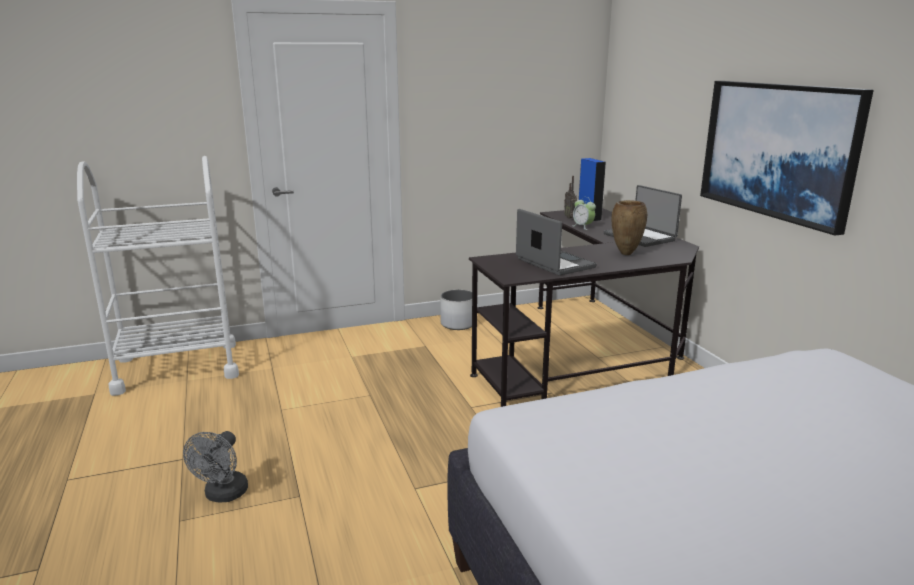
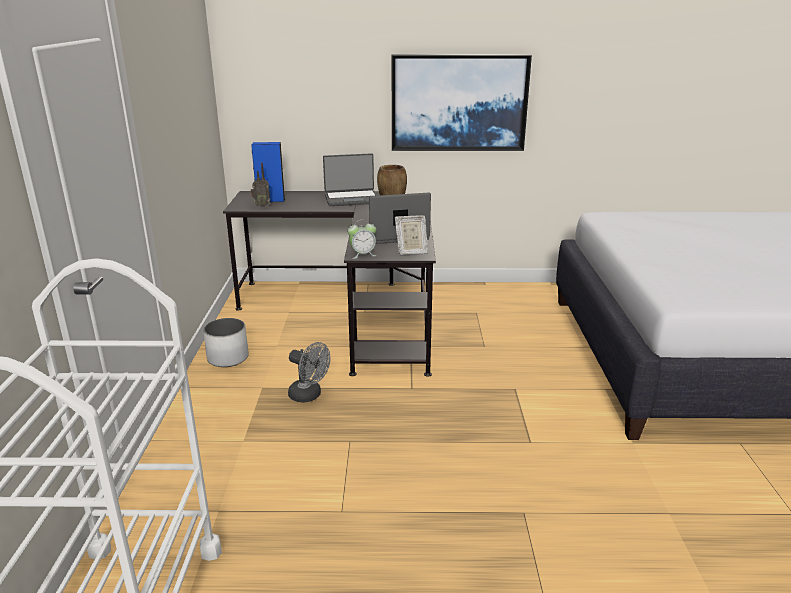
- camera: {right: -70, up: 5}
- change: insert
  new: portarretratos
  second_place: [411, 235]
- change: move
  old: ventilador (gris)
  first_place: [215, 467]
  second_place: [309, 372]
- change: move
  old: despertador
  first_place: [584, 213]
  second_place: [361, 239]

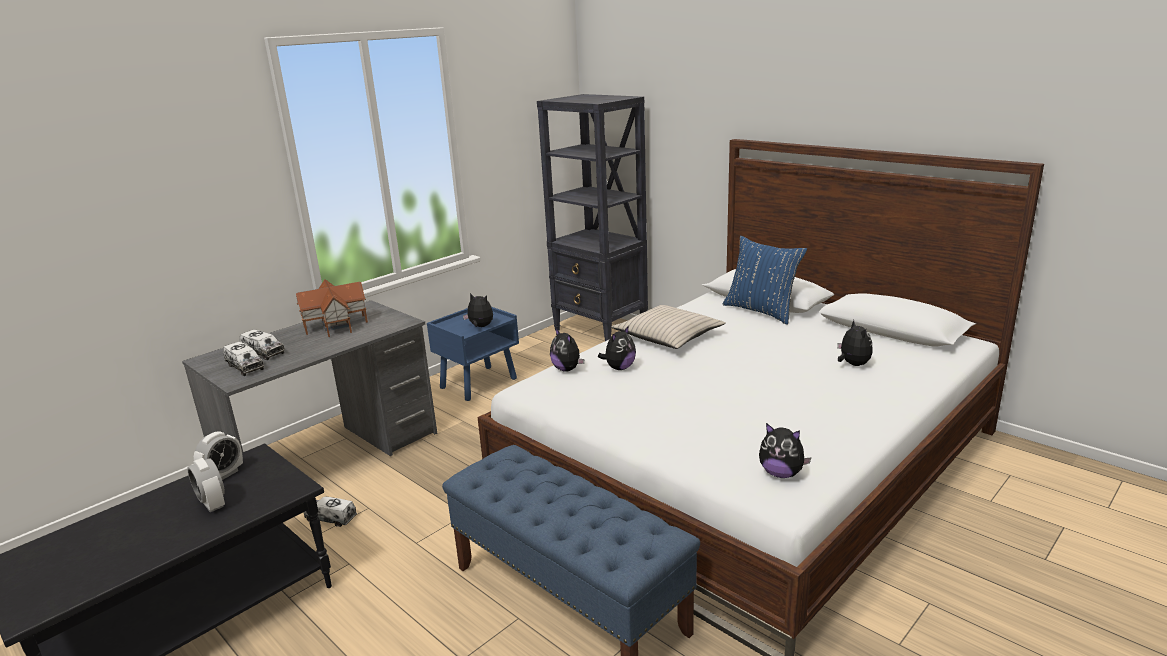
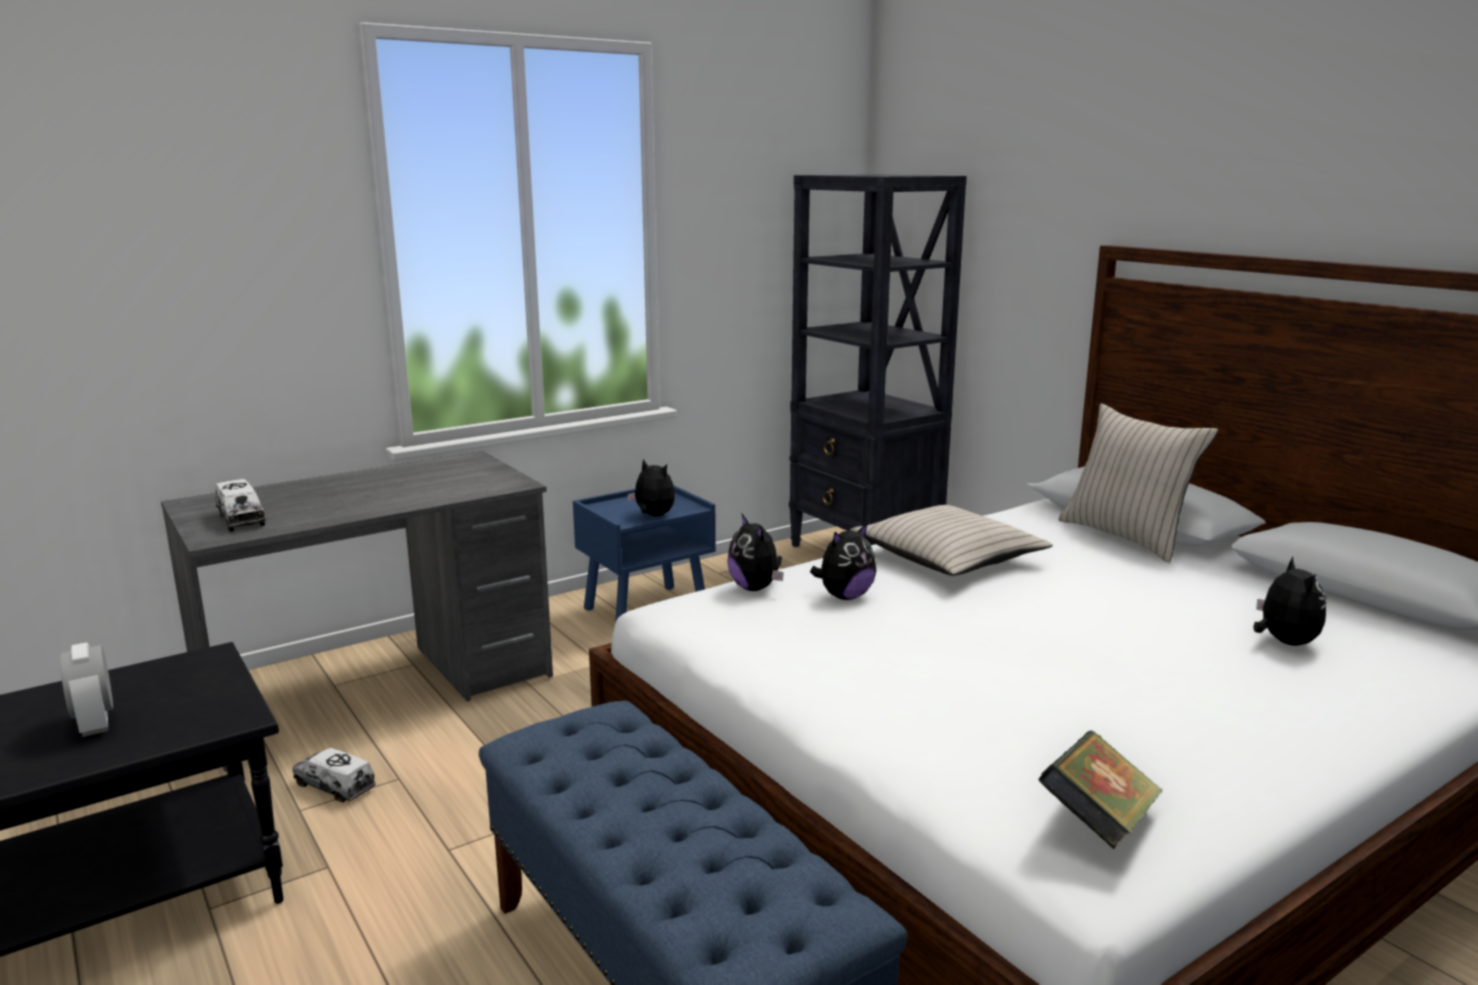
- camera: {right: 10, up: -5}
- change: delete
  old: despertador
  first_place: [218, 455]
- change: delete
  old: camión de juguete
  first_place: [262, 344]
- change: delete
  old: casita
  first_place: [332, 308]
- change: replace
  old: peluche
  new: libro
  first_place: [785, 450]
  second_place: [1100, 789]
- change: recolor
  old: cojín (azul)
  new: cojín (beis)
  first_place: [765, 280]
  second_place: [1138, 483]

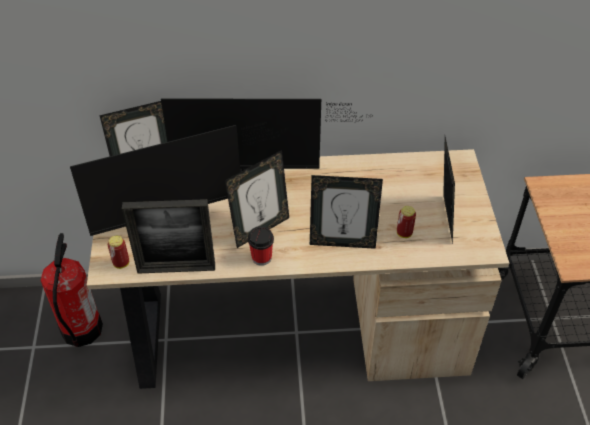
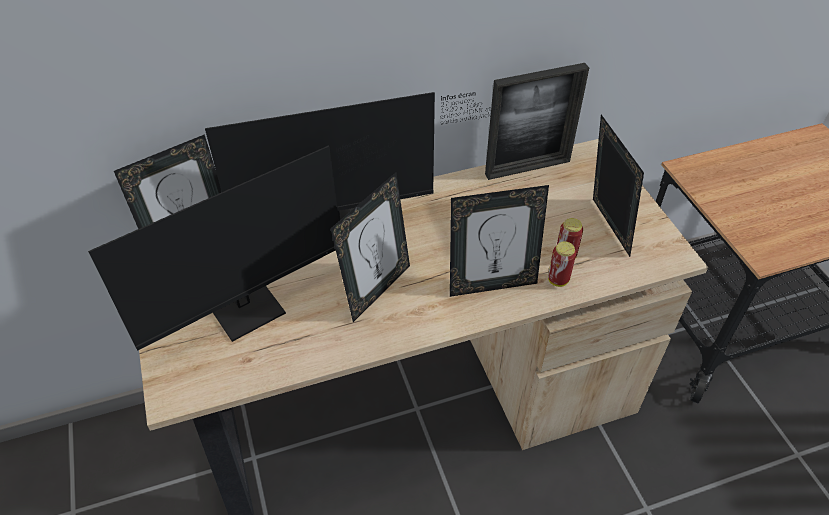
- camera: {right: -15, up: 0}
- change: delete
  old: extintor
  first_place: [71, 290]
- change: delete
  old: taza
  first_place: [261, 246]
- change: move
  old: lata
  first_place: [118, 252]
  second_place: [562, 264]
- change: move
  old: portarretratos
  first_place: [168, 236]
  second_place: [537, 121]

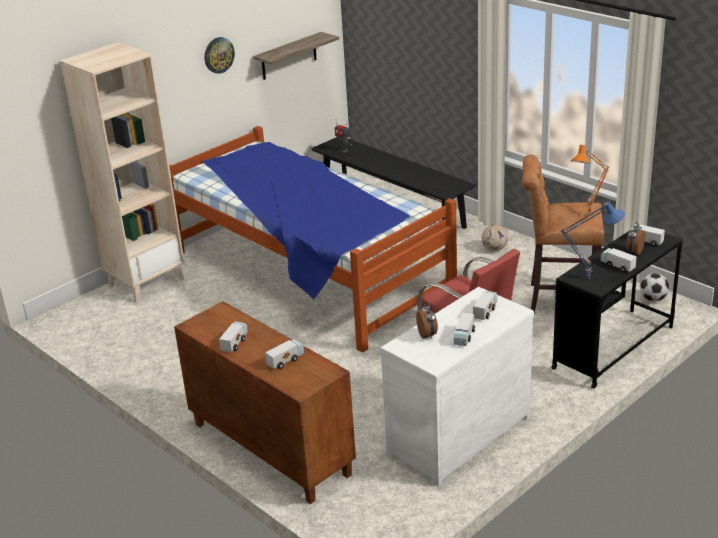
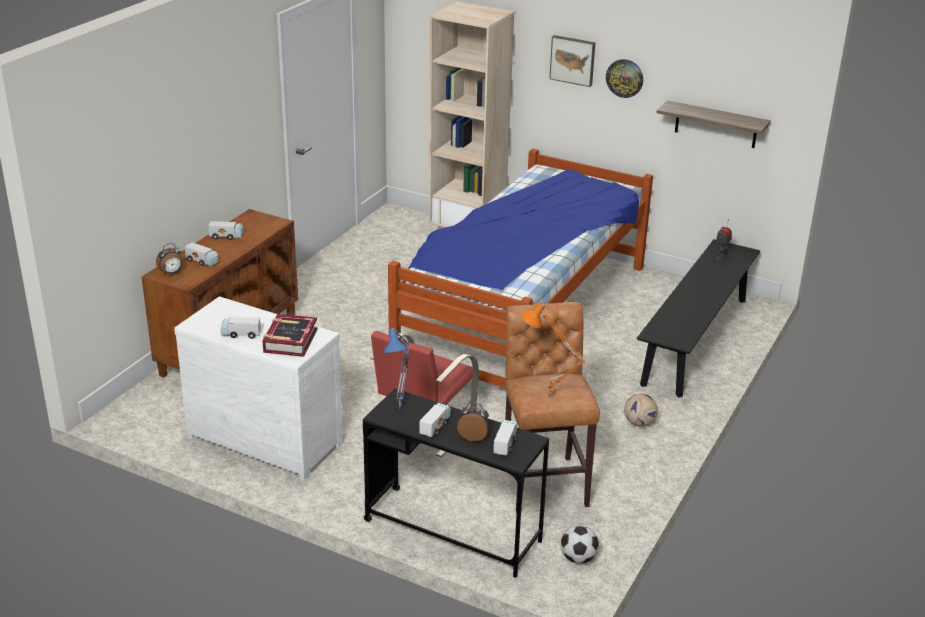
- camera: {right: 70, up: 0}
- change: insert
  new: cuadro
  second_place: [572, 61]
- change: move
  old: despertador
  first_place: [427, 320]
  second_place: [169, 259]
- change: replace
  old: camión de juguete
  new: libro
  first_place: [485, 305]
  second_place: [290, 335]

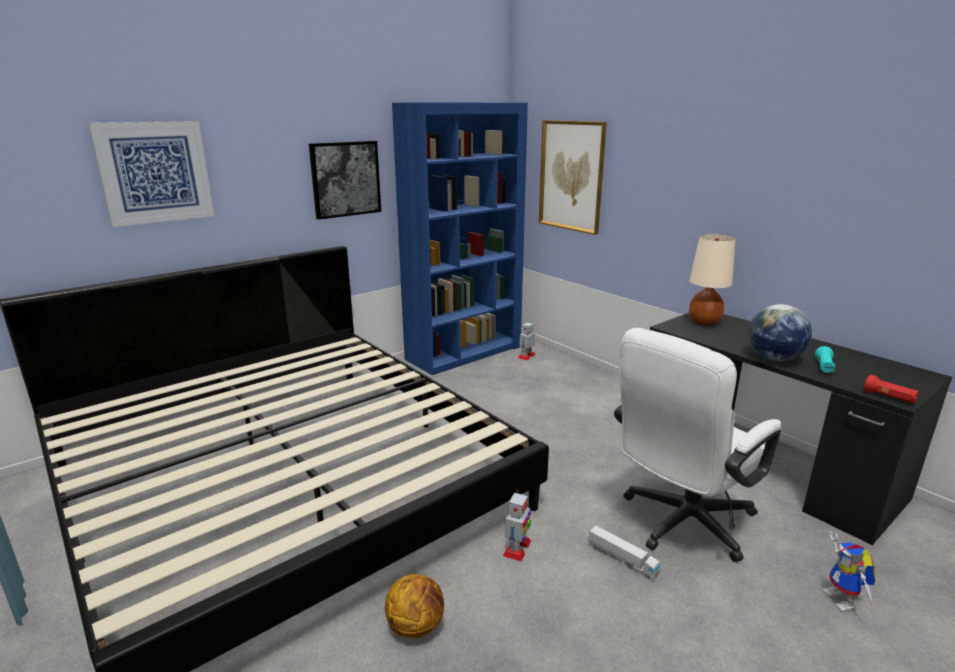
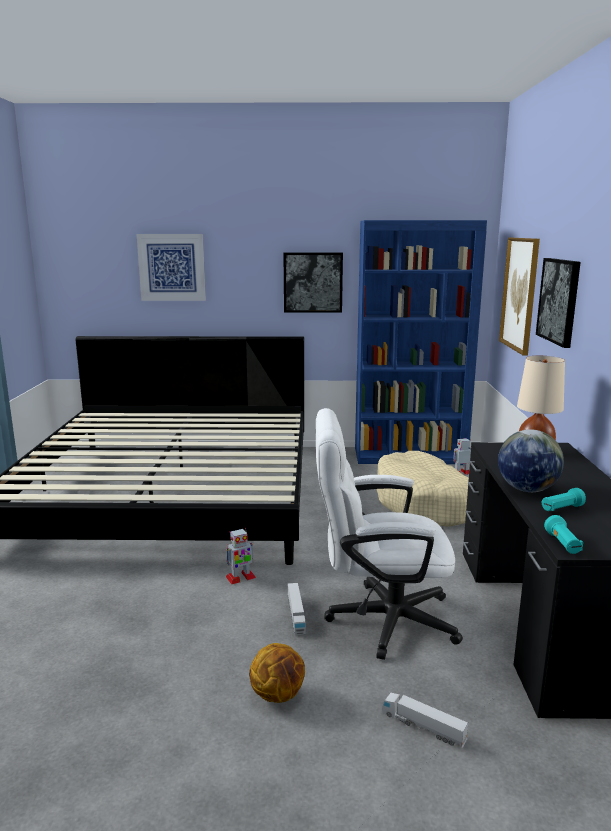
- camera: {right: 40, up: -5}
- change: insert
  new: cama para perro (beis)
  second_place: [423, 489]
- change: insert
  new: cuadro
  second_place: [558, 303]
- change: move
  old: balón de baloncesto
  first_place: [414, 606]
  second_place: [277, 673]
- change: replace
  old: robot de juguete
  new: camión de juguete
  first_place: [849, 571]
  second_place: [425, 720]
- change: recolor
  old: linterna (rojo)
  new: linterna (turquesa)
  first_place: [891, 389]
  second_place: [563, 534]

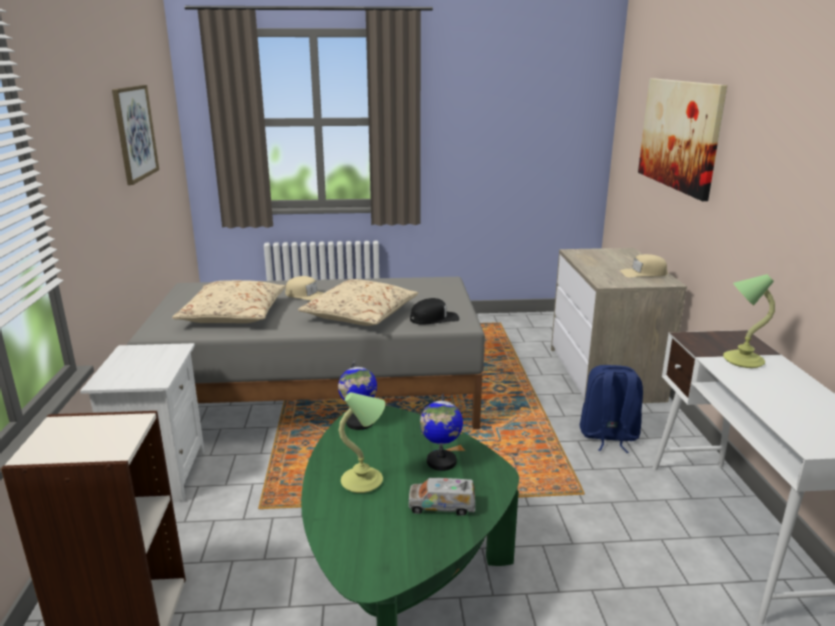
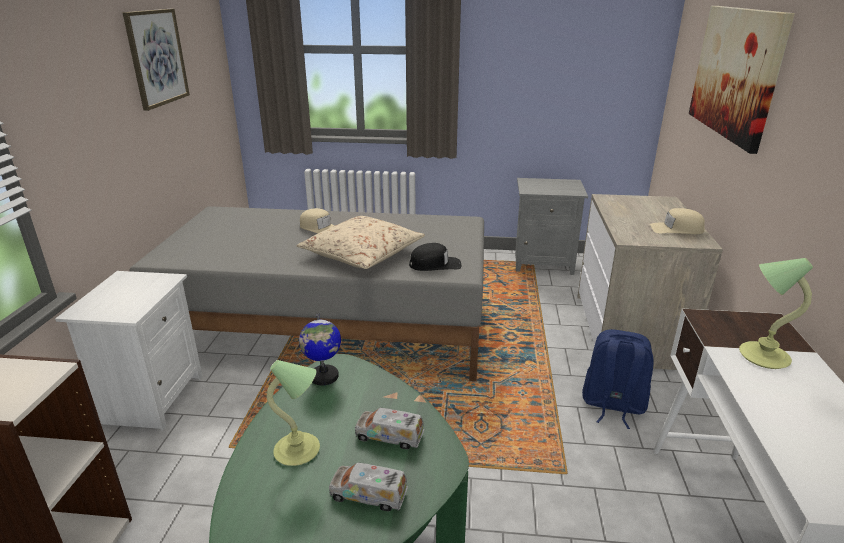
- camera: {right: 10, up: 5}
- change: delete
  old: cojín (beis)
  first_place: [229, 301]
- change: insert
  new: mesita de noche (gris)
  second_place: [551, 226]
- change: replace
  old: globo terráqueo
  new: camión de juguete
  first_place: [441, 432]
  second_place: [389, 428]

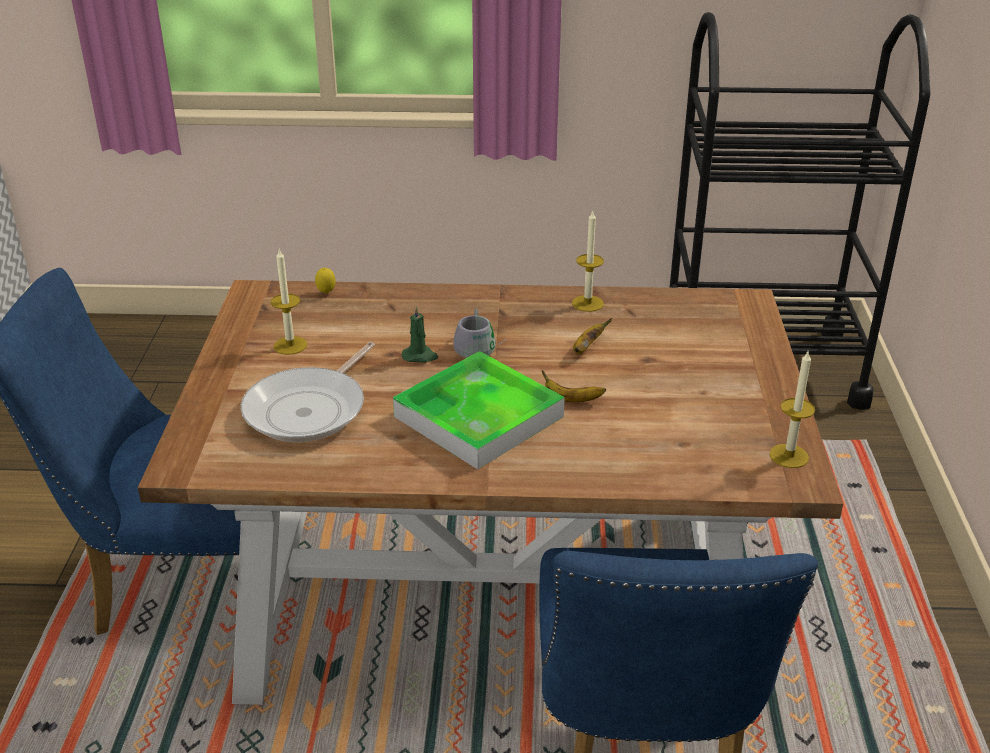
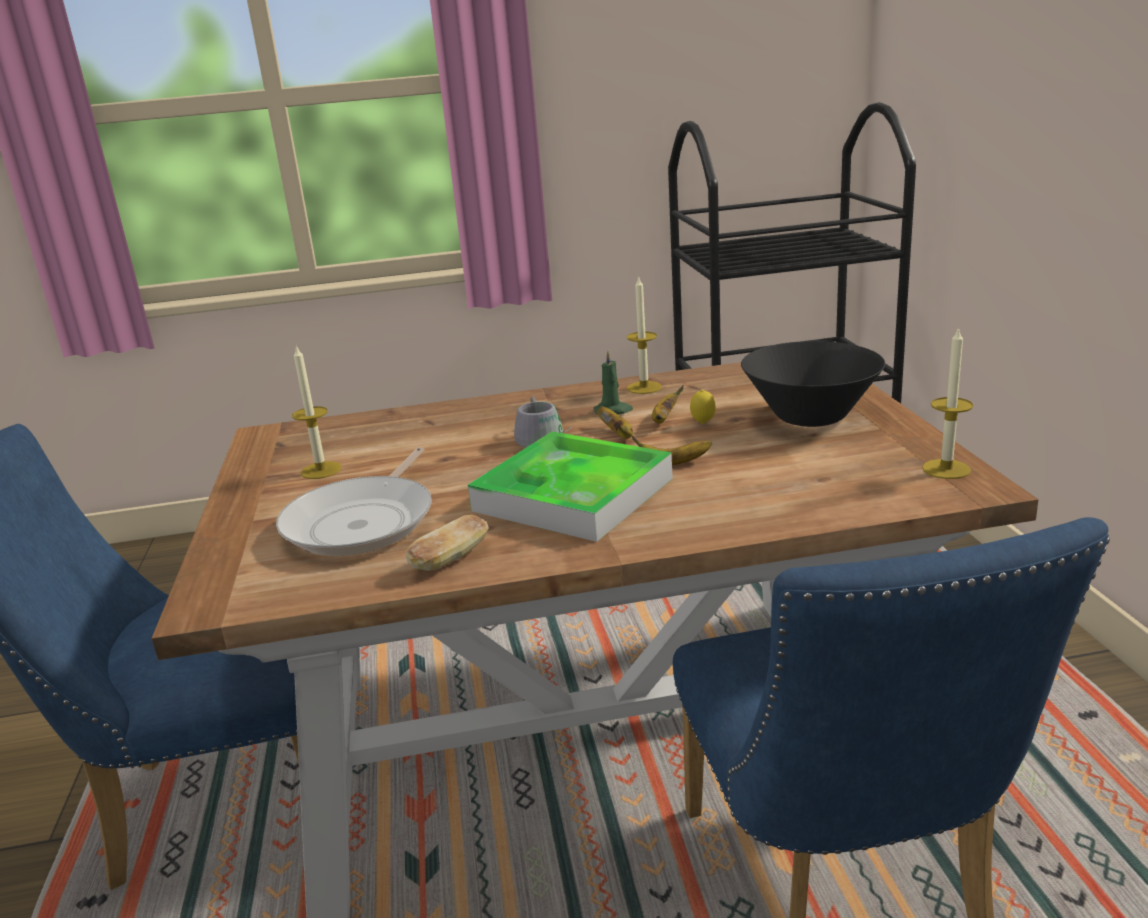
- camera: {right: -10, up: -10}
- change: insert
  new: pan
  second_place: [447, 543]
- change: insert
  new: plátano
  second_place: [615, 422]
- change: insert
  new: cuenco (negro)
  second_place: [813, 384]
- change: move
  old: limón
  first_place: [325, 280]
  second_place: [703, 406]
- change: move
  old: vela (verde)
  first_place: [420, 334]
  second_place: [613, 382]

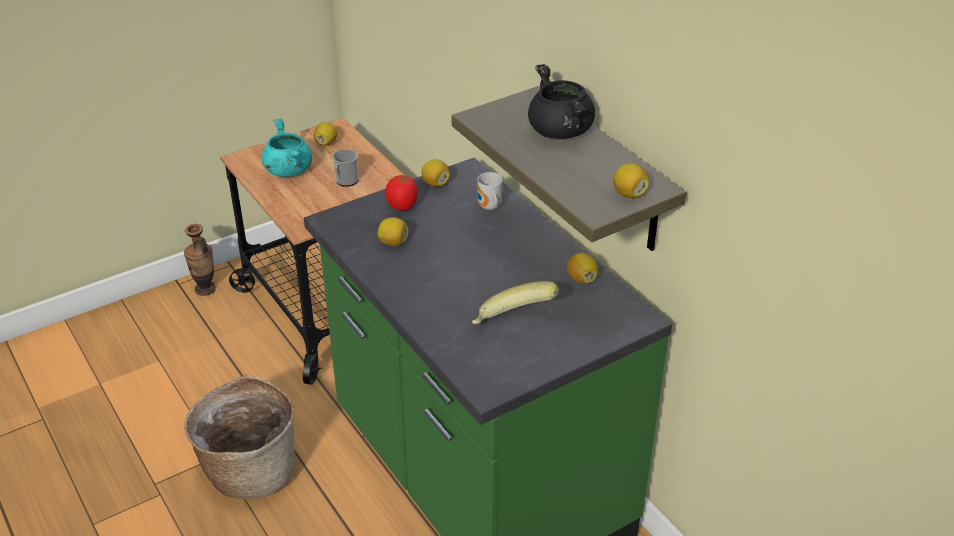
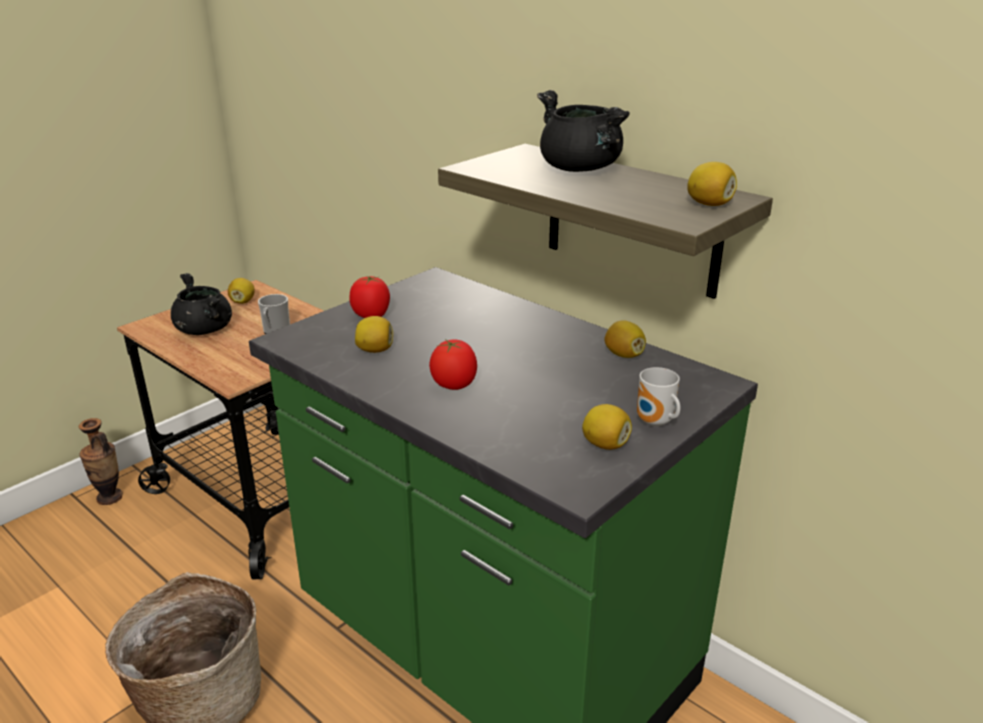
- camera: {right: -15, up: -10}
- change: delete
  old: plátano
  first_place: [516, 302]
- change: insert
  new: tomate
  second_place: [453, 364]
- change: move
  old: limón
  first_place: [435, 173]
  second_place: [607, 427]
- change: move
  old: taza grande
  first_place: [490, 191]
  second_place: [658, 397]
- change: recolor
  old: olla (turquesa)
  new: olla (negro)
  first_place: [287, 148]
  second_place: [201, 304]

